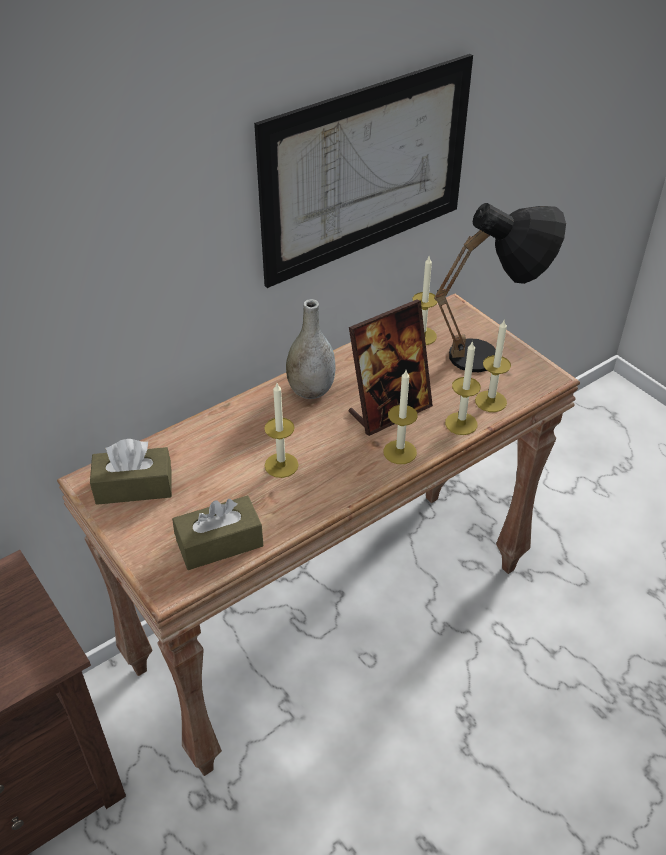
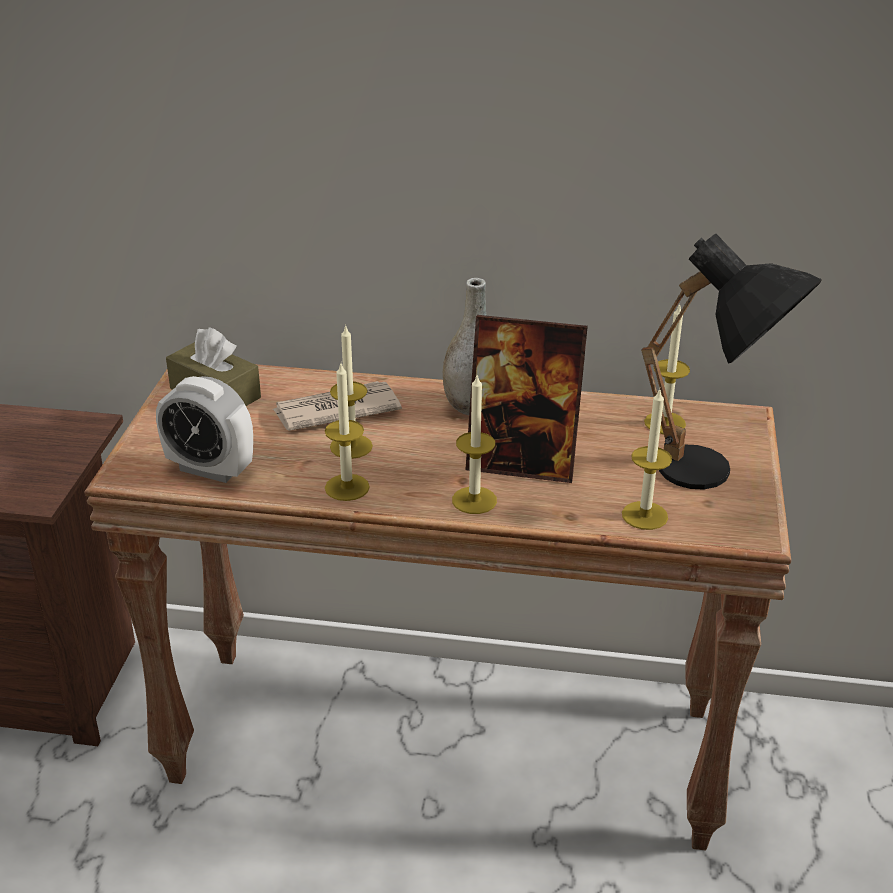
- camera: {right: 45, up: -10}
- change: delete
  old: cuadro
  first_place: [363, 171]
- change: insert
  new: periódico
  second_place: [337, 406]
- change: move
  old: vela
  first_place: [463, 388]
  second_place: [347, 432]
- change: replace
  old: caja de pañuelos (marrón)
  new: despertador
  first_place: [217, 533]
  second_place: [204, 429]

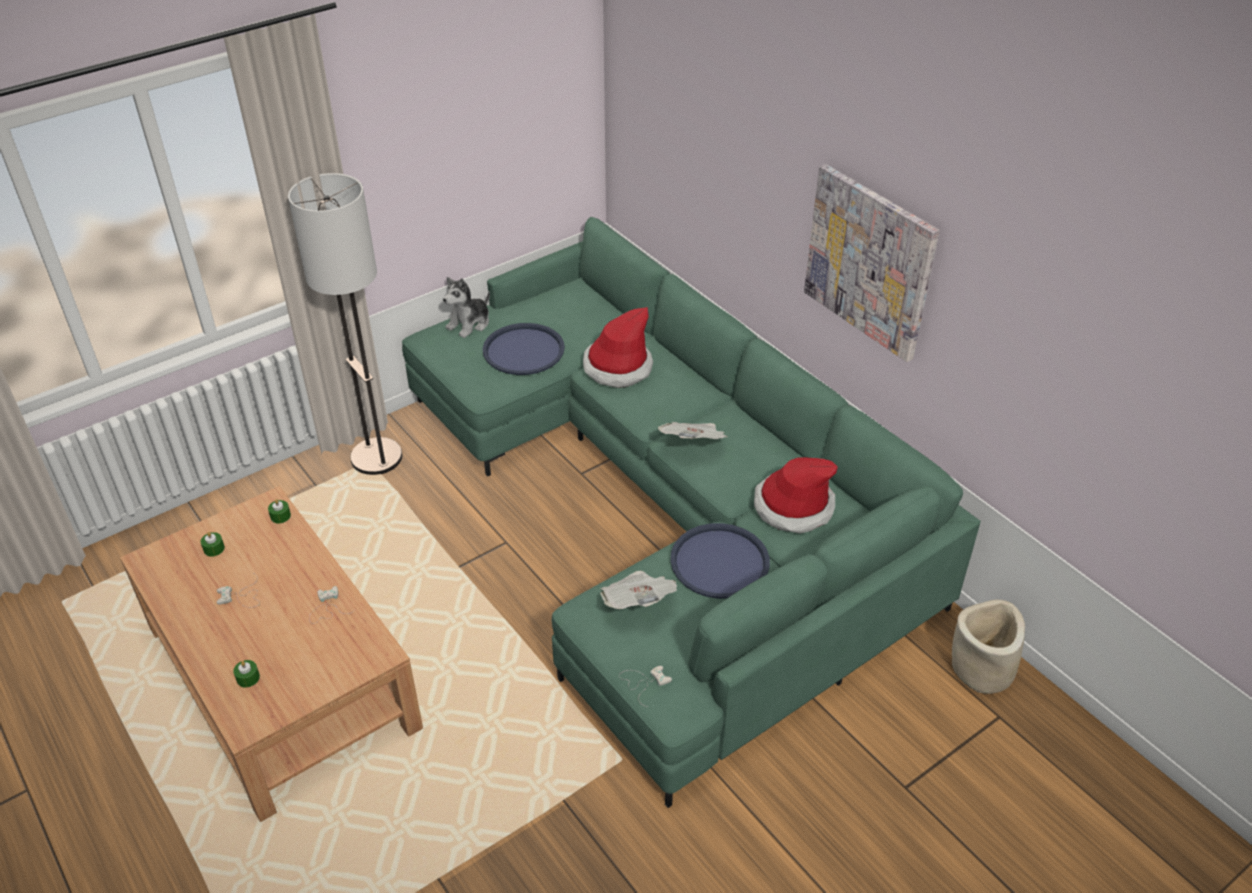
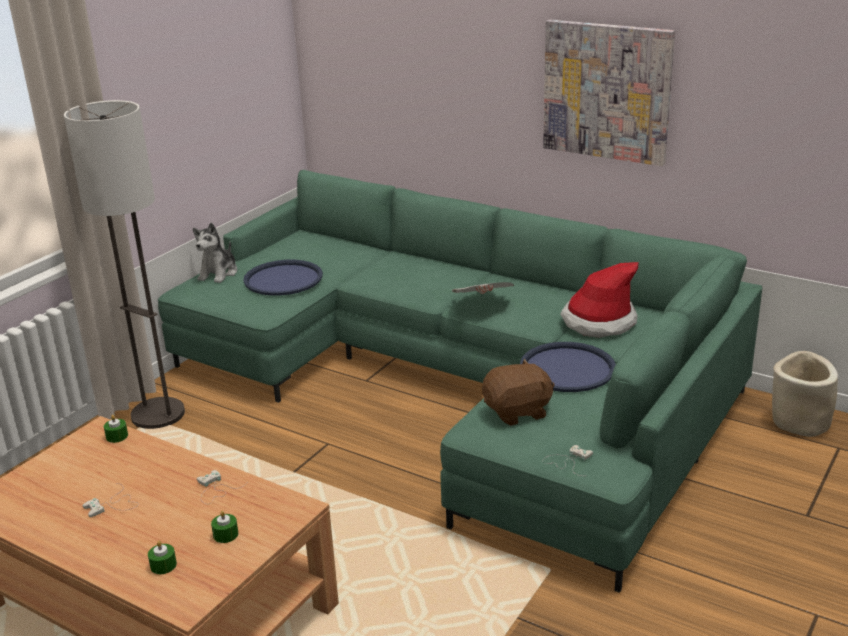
- camera: {right: -20, up: -15}
- change: delete
  old: sombrero
  first_place: [618, 347]
- change: move
  old: vela (verde)
  first_place: [213, 544]
  second_place: [224, 527]
- change: replace
  old: periódico
  new: peluche (marrón)
  first_place: [638, 590]
  second_place: [518, 392]

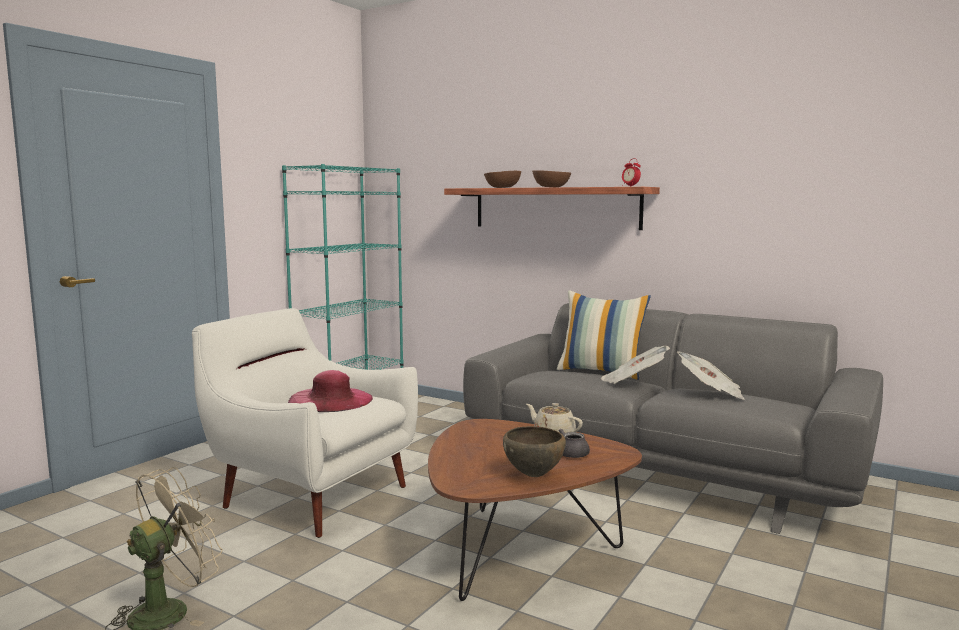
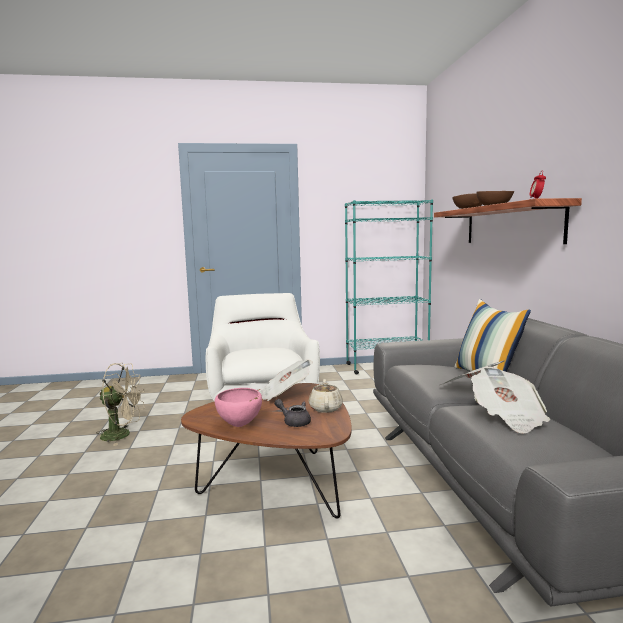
- camera: {right: 50, up: 0}
- change: delete
  old: sombrero (rosa)
  first_place: [330, 391]
- change: insert
  new: periódico
  second_place: [285, 380]
- change: recolor
  old: cuenco (marrón)
  new: cuenco (rosa)
  first_place: [534, 451]
  second_place: [238, 407]

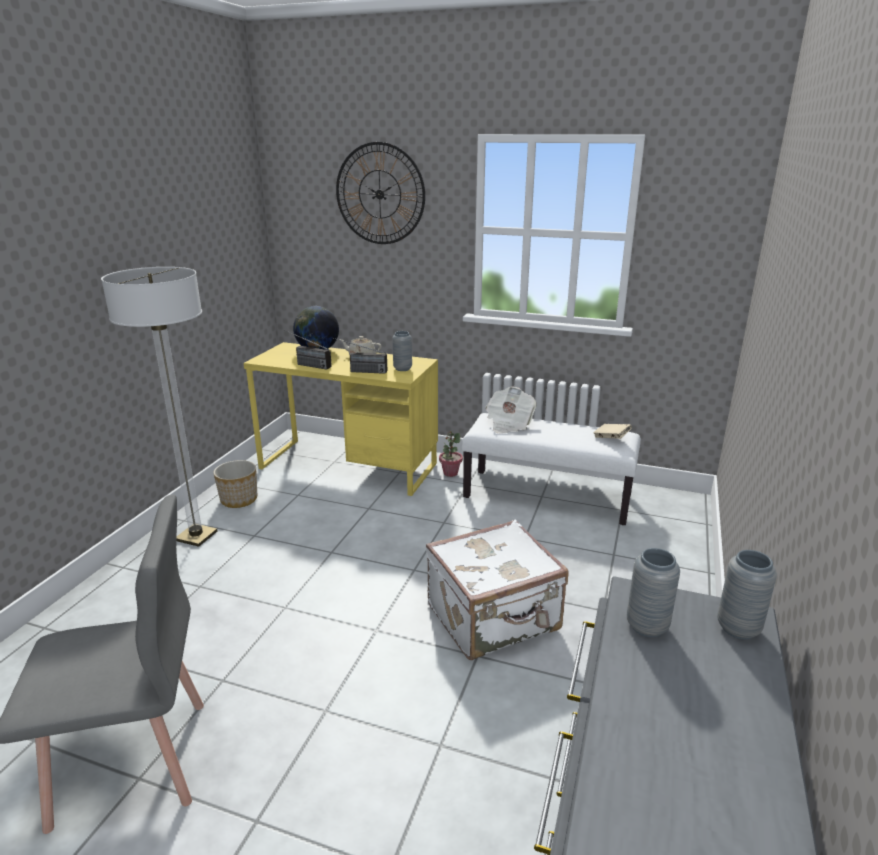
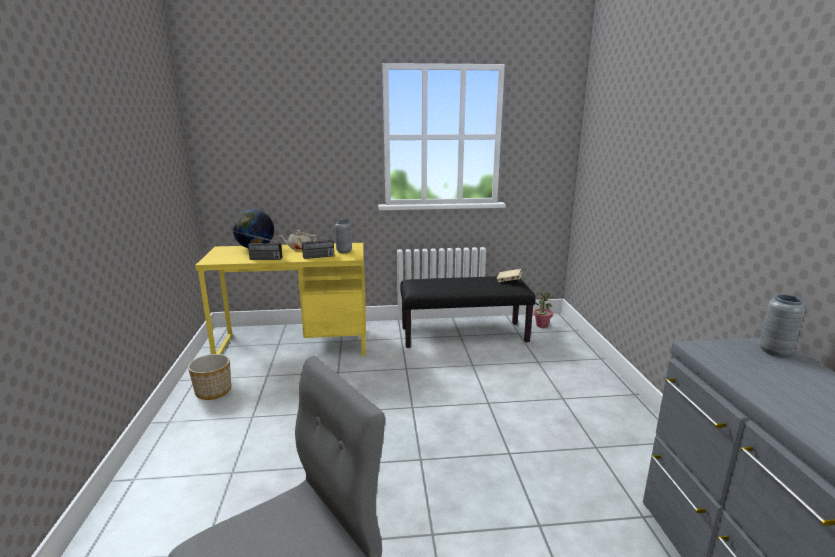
- camera: {right: -25, up: -5}
- change: delete
  old: lámpara de pie
  first_place: [159, 407]
- change: delete
  old: reloj de pared
  first_place: [380, 193]
- change: delete
  old: maleta (blanco)
  first_place: [497, 589]
- change: delete
  old: periódico
  first_place: [511, 410]
- change: delete
  old: florero (gris)
  first_place: [653, 592]
- change: move
  old: planta en maceta
  first_place: [451, 454]
  second_place: [543, 310]
- change: recolor
  old: banco (blanco)
  new: banco (negro)
  first_place: [551, 469]
  second_place: [468, 312]

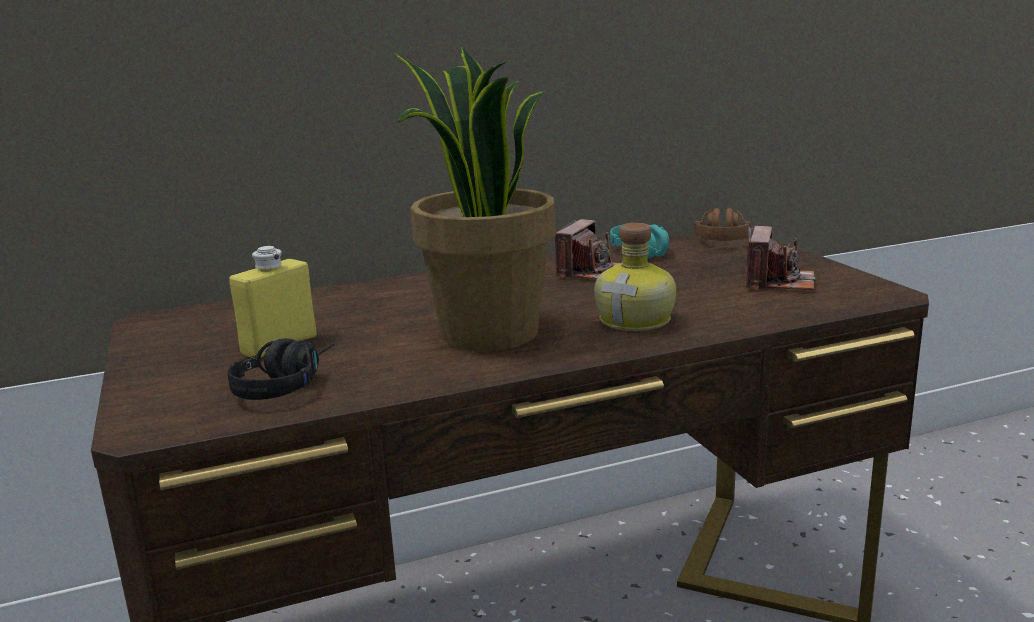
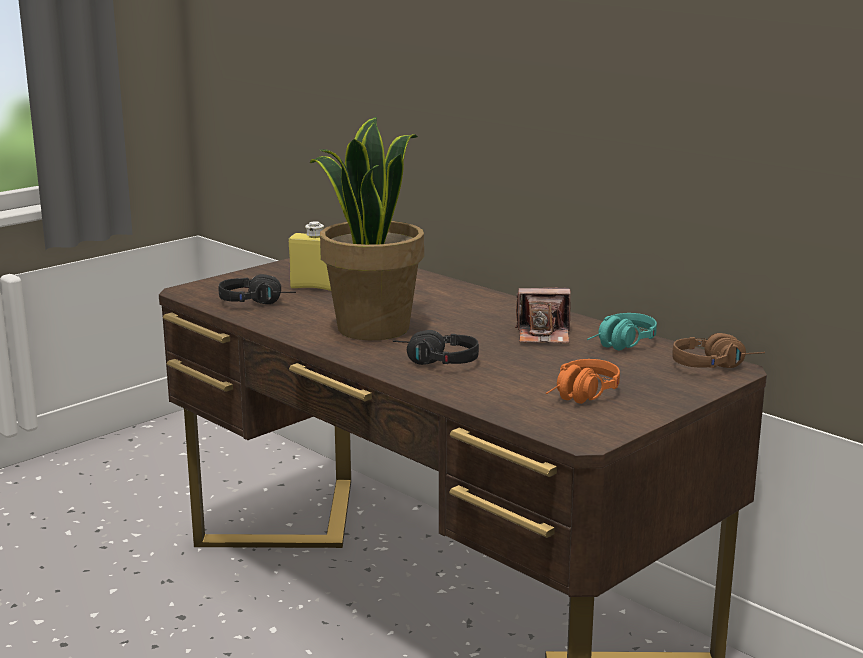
- camera: {right: 65, up: 0}
- change: replace
  old: botella
  new: auriculares (negro)
  first_place: [635, 277]
  second_place: [436, 347]
- change: replace
  old: cámara
  new: auriculares (naranja)
  first_place: [781, 258]
  second_place: [583, 381]

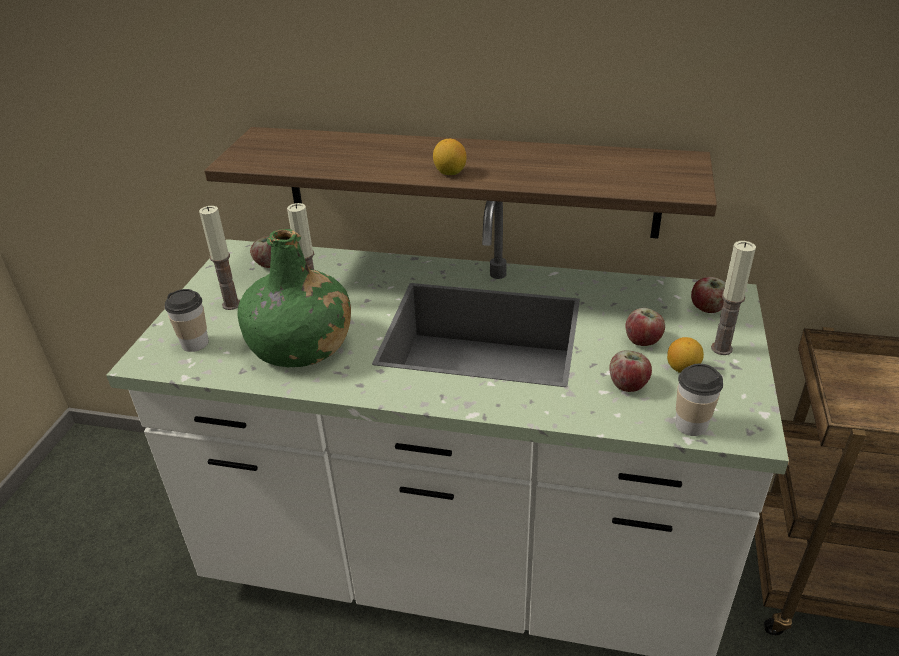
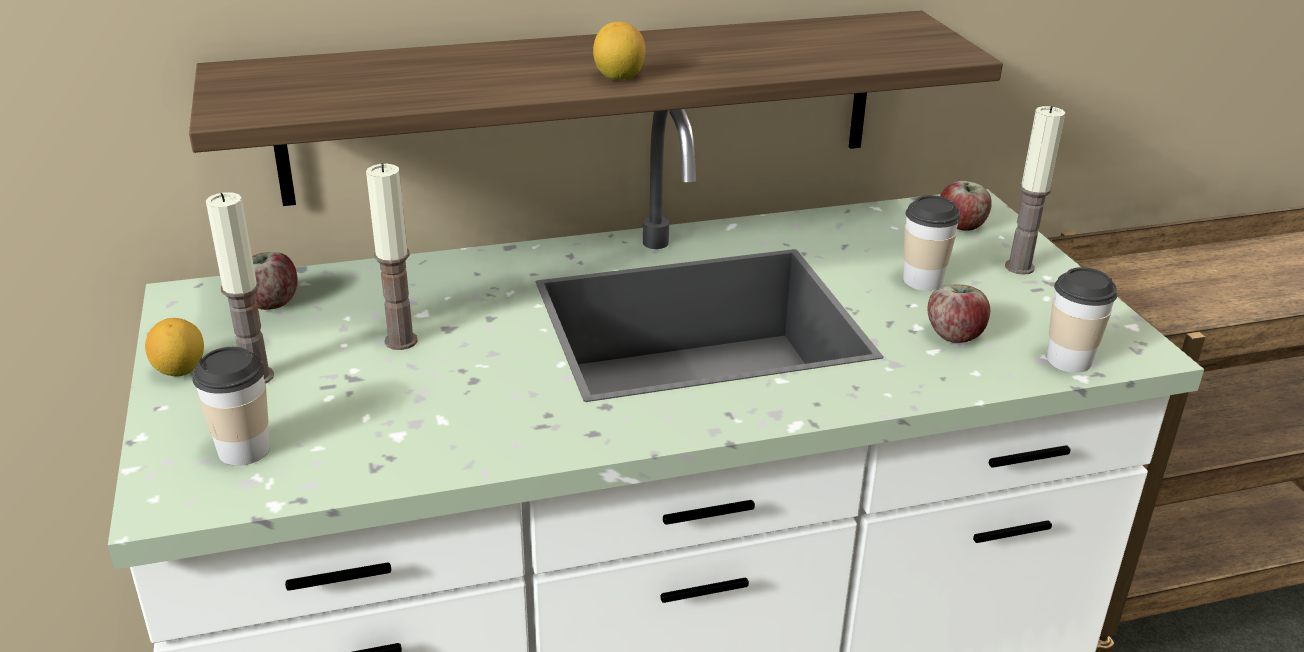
- camera: {right: -30, up: -5}
- change: delete
  old: botella (verde)
  first_place: [294, 298]
- change: move
  old: limón
  first_place: [685, 355]
  second_place: [174, 347]
- change: replace
  old: manzana
  new: taza
  first_place: [645, 327]
  second_place: [932, 243]

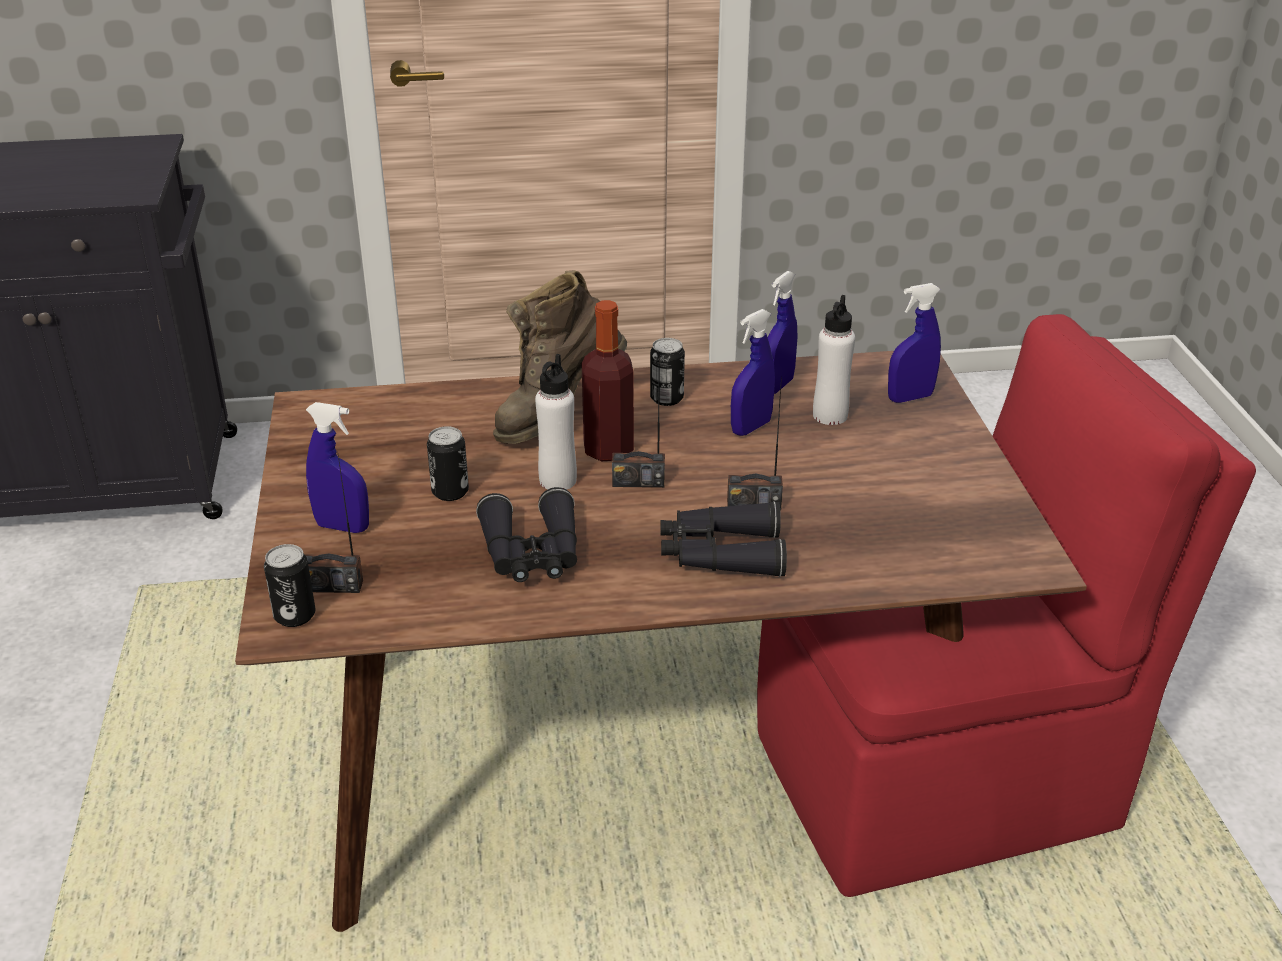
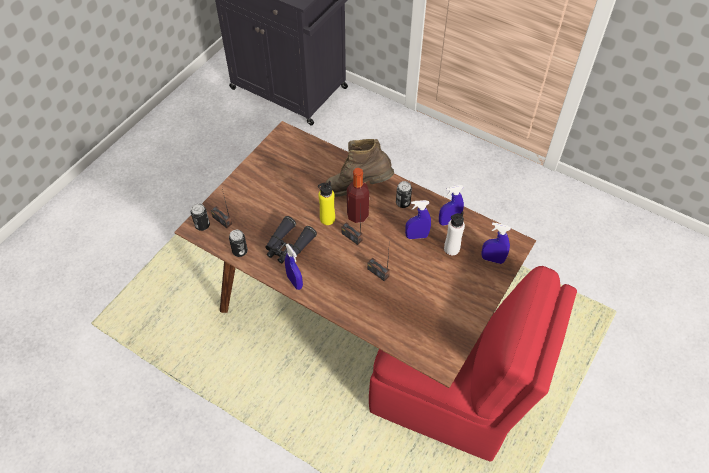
- camera: {right: 40, up: 20}
- change: delete
  old: prismáticos (negro)
  first_place: [723, 539]
- change: move
  old: pulverizador (azul)
  first_place: [337, 467]
  second_place: [294, 267]
- change: move
  old: lata
  first_place: [448, 463]
  second_place: [238, 243]
- change: recolor
  old: botella (blanco)
  new: botella (amarillo)
  first_place: [556, 422]
  second_place: [326, 203]

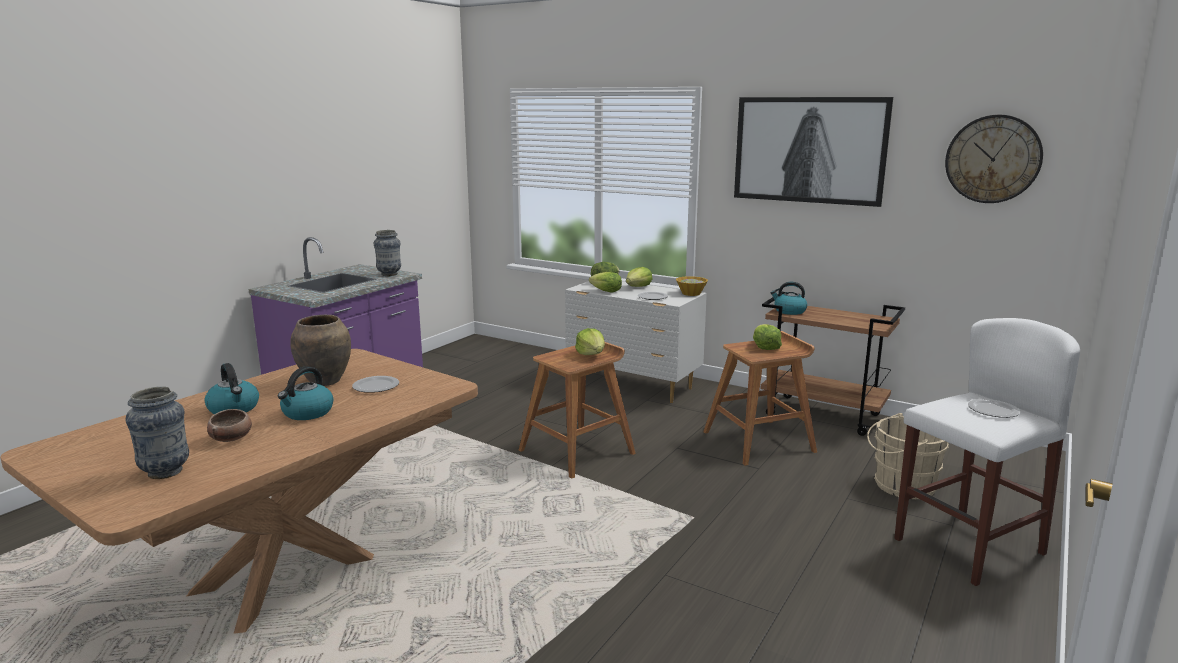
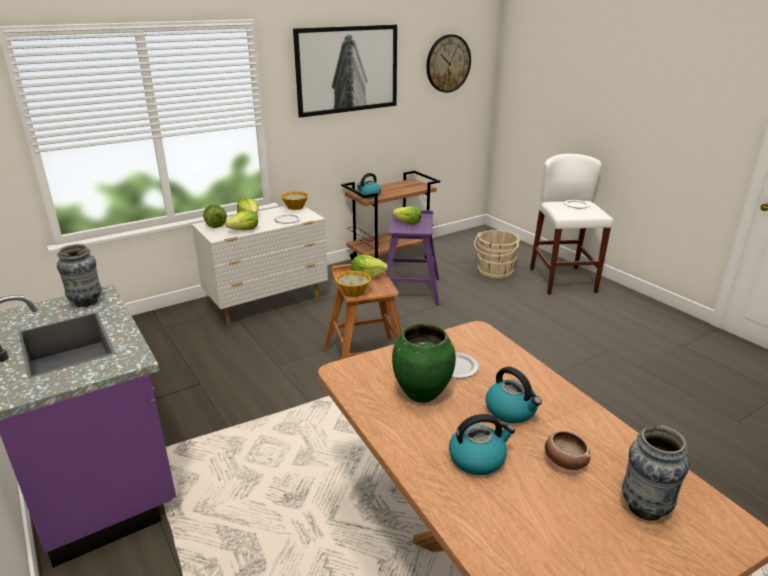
- camera: {right: -65, up: 10}
- change: insert
  new: cuenco
  second_place: [353, 284]
- change: recolor
  old: florero (marrón)
  new: florero (verde)
  first_place: [320, 350]
  second_place: [424, 363]
- change: recolor
  old: taburete (marrón)
  new: taburete (morado)
  first_place: [760, 398]
  second_place: [412, 257]

